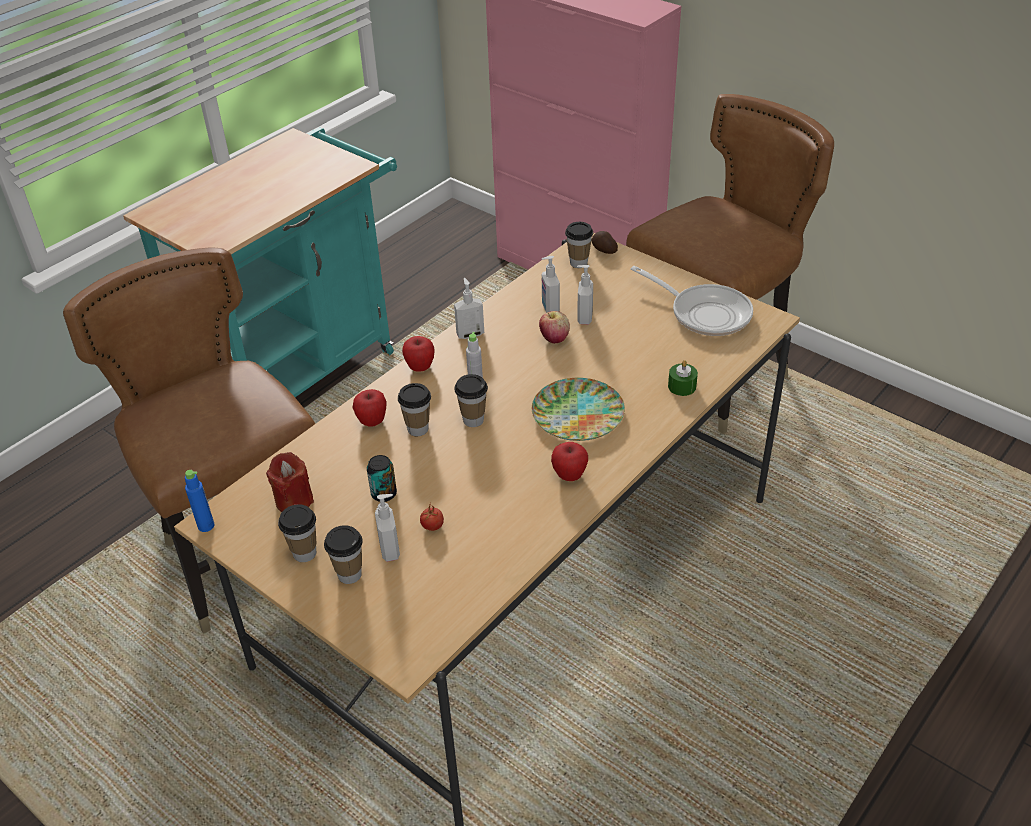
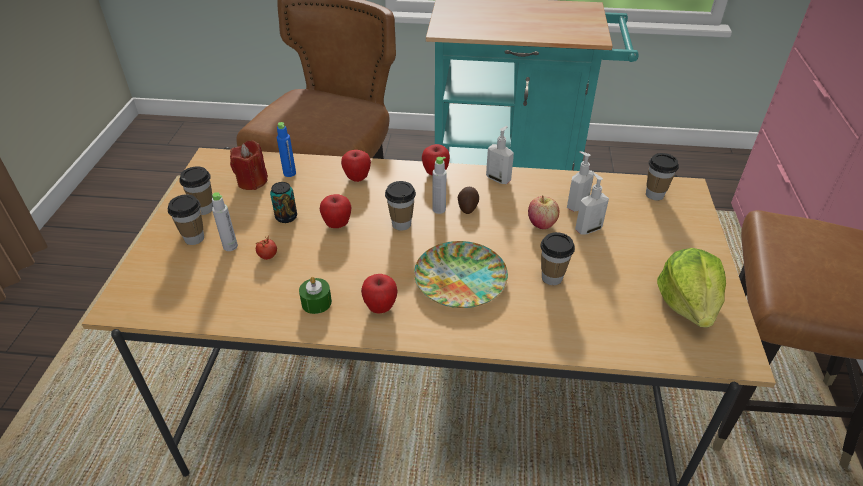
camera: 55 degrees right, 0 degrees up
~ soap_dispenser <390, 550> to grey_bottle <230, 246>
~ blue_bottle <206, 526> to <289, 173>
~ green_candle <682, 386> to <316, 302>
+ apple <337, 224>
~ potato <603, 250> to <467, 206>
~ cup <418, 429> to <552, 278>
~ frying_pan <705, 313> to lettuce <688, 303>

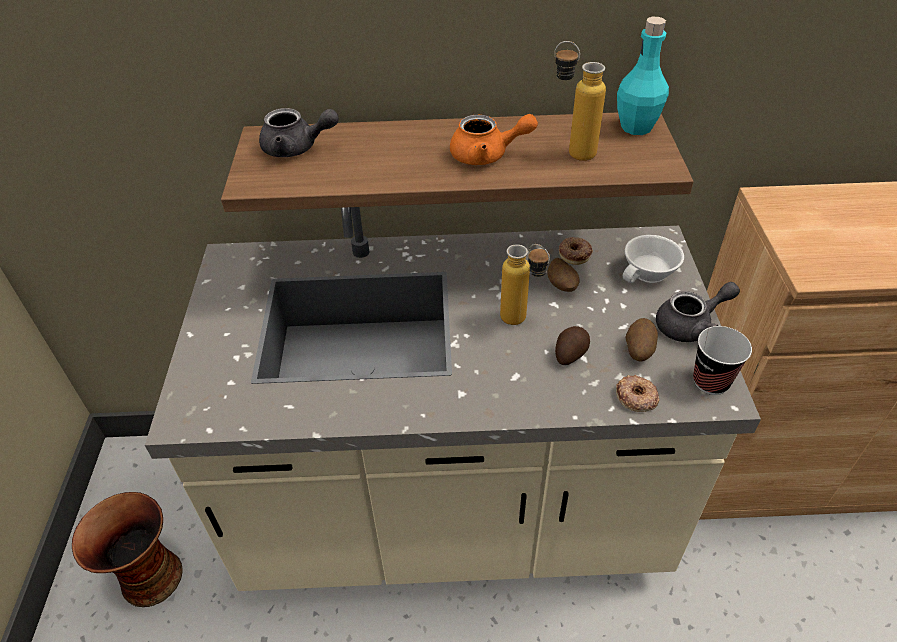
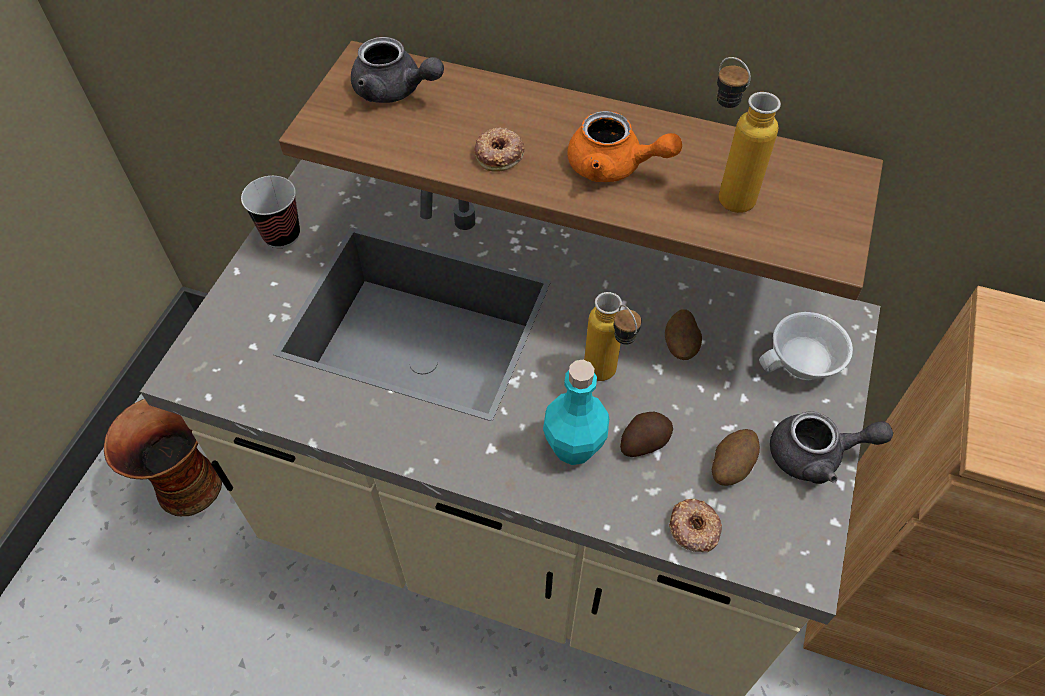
camera: 20 degrees right, 10 degrees up
~ cup <711, 381> to <281, 235>
~ donut <575, 253> to <499, 154>
~ turquoise_bottle <636, 127> to <573, 447>

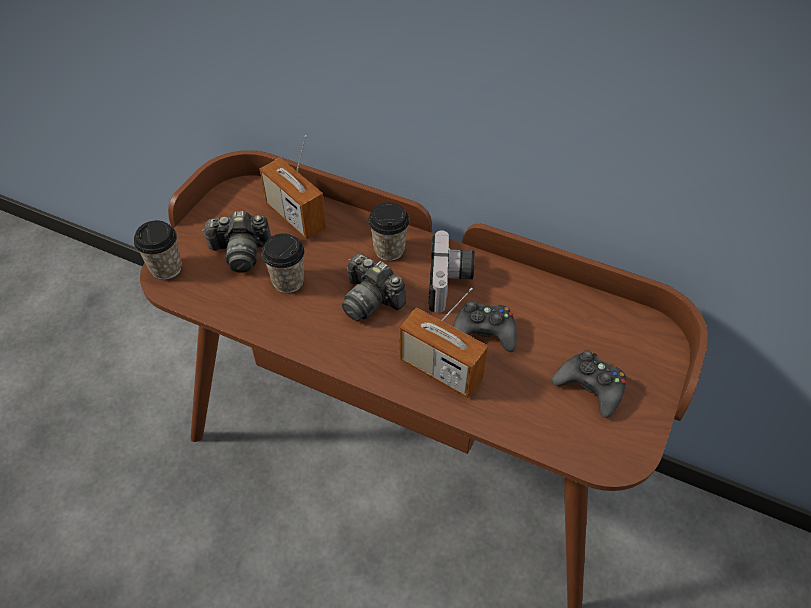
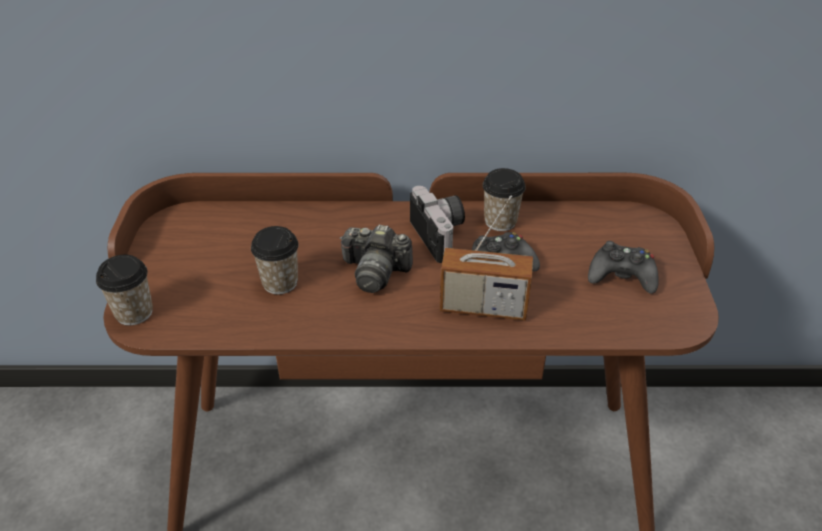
camera: 25 degrees left, 10 degrees down
~ cup <389, 250> to <500, 221>
- photo_camera <241, 252>
- radio <296, 217>

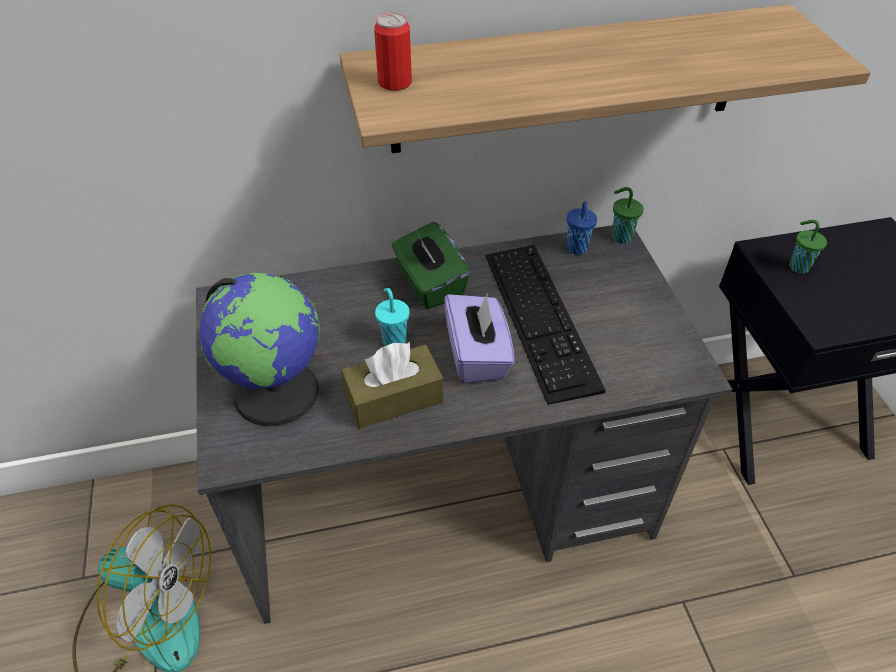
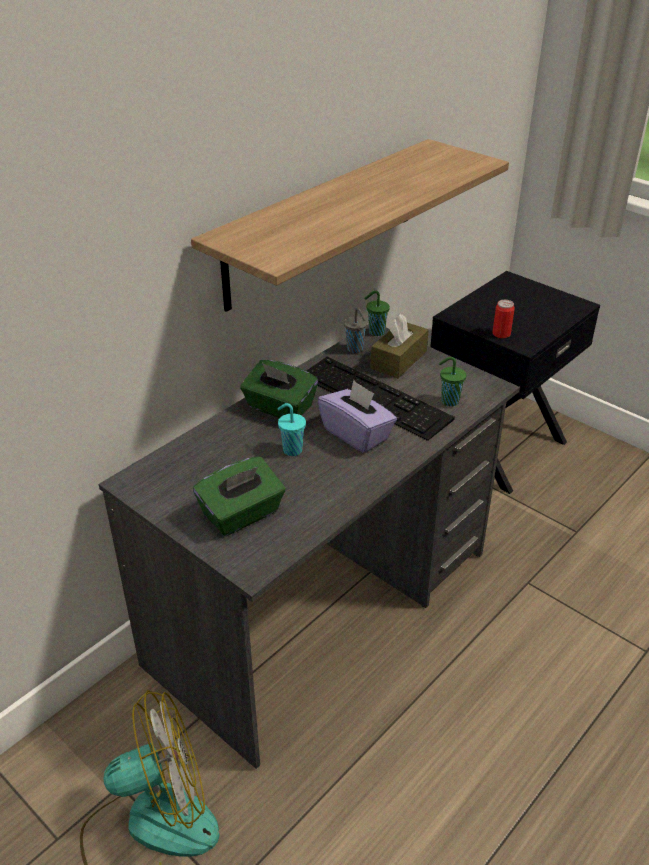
camera: 35 degrees left, 10 degrees down
~ globe <277, 390> to green_tissue_box <242, 514>
~ blue_cup <577, 249> to grey_cup <355, 349>
~ brown_tissue_box <394, 398> to <398, 360>
~ green_cup <797, 266> to <448, 401>
~ can <395, 82> to <501, 334>

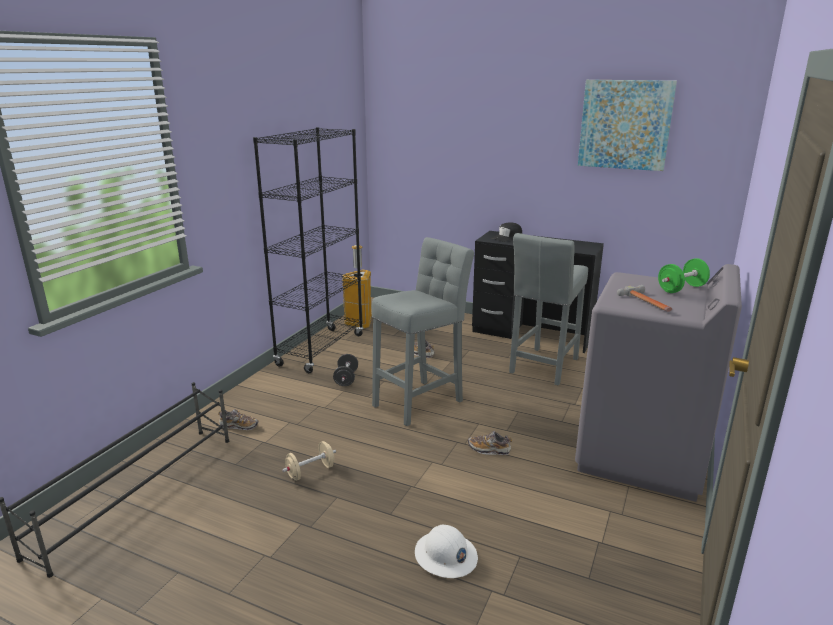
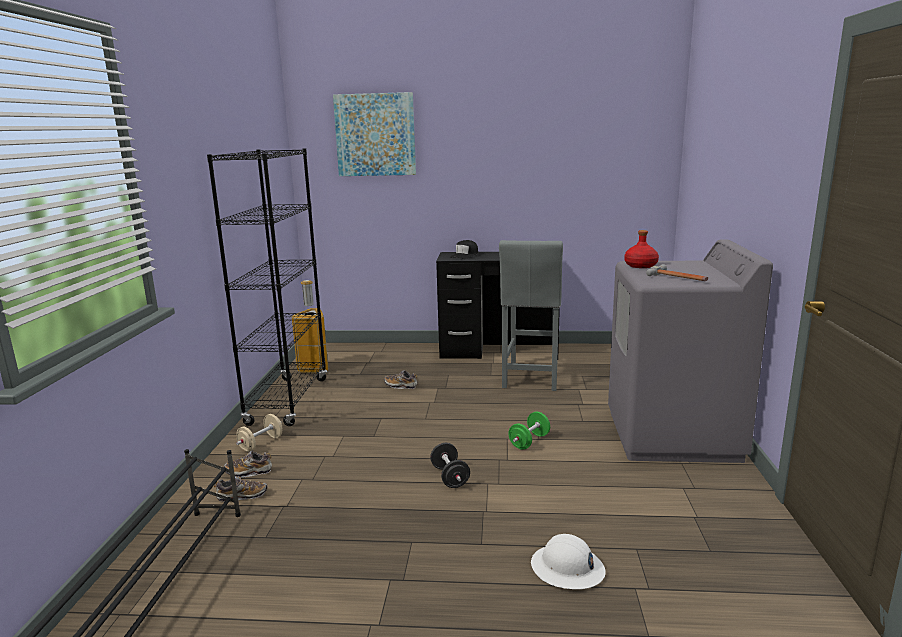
camera: 20 degrees left, 5 degrees down
~ shoe <489, 450> to <249, 472>
~ beige_dumbbell <310, 472> to <261, 444>
~ picture <625, 124> to <375, 135>
~ black_dumbbell <346, 379> to <450, 477>
~ green_dumbbell <681, 289> to <529, 441>
+ red_bottle <640, 265>
- grey_stool <421, 401>

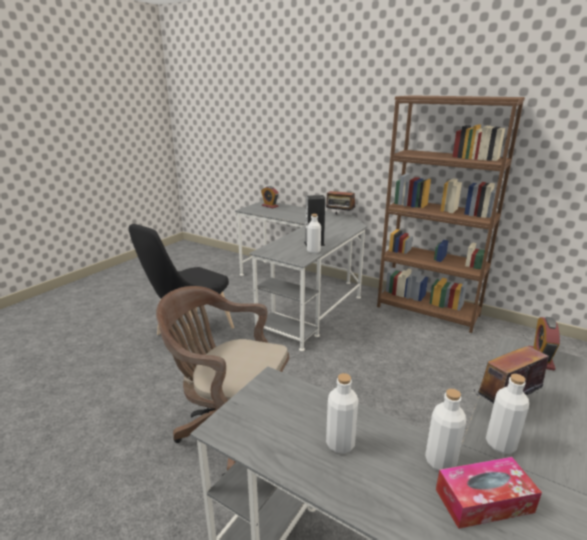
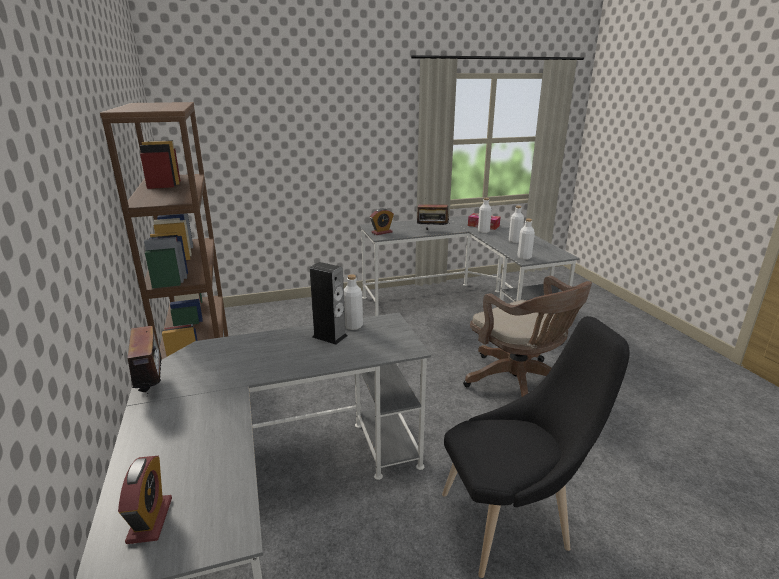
camera: 140 degrees left, 0 degrees up
~ white_bottle <500, 444> to <524, 257>

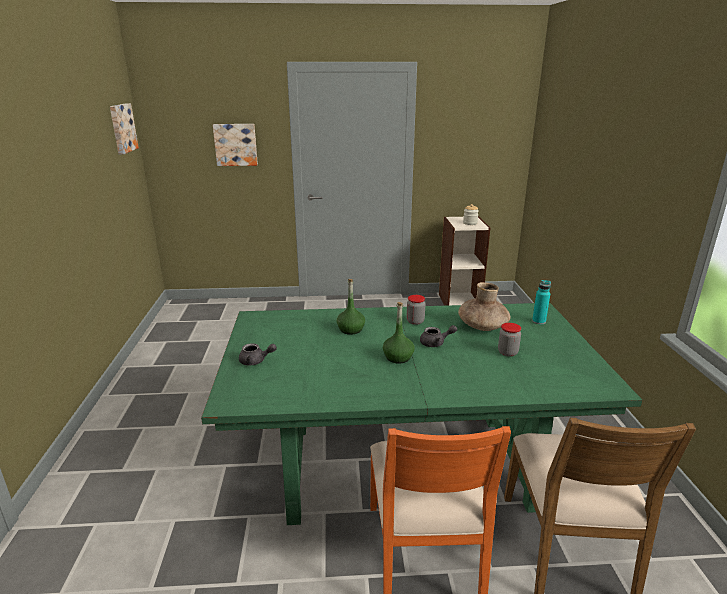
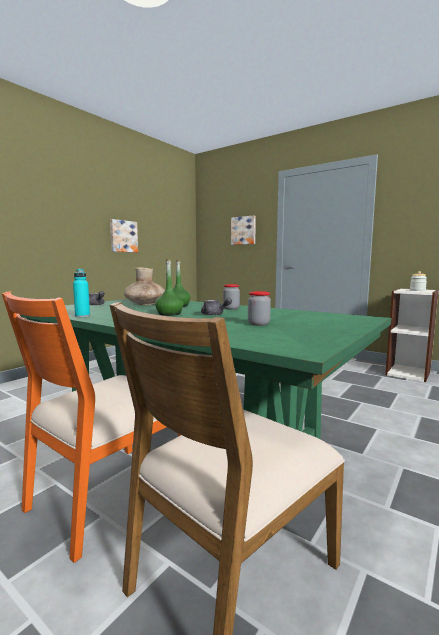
camera: 40 degrees right, 15 degrees down
~ turquoise_bottle <538, 321> to <82, 316>
~ picture <122, 128> to <123, 236>
~ brown_vase <482, 326> to <145, 304>

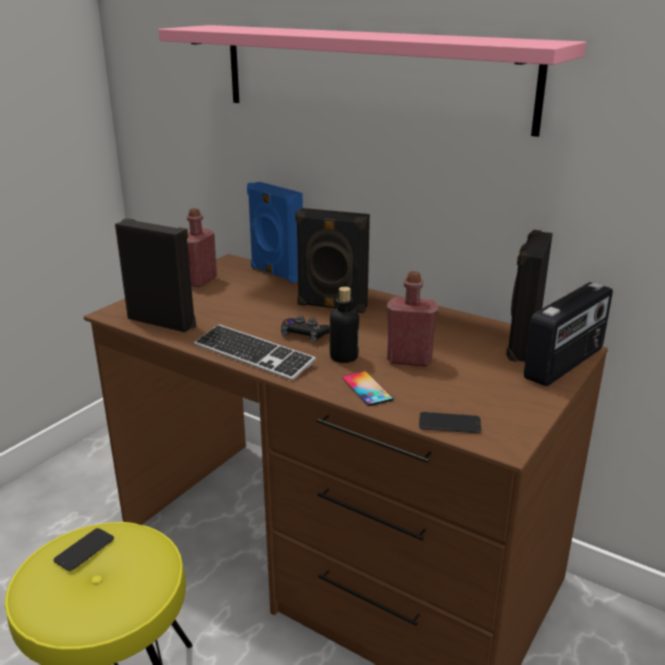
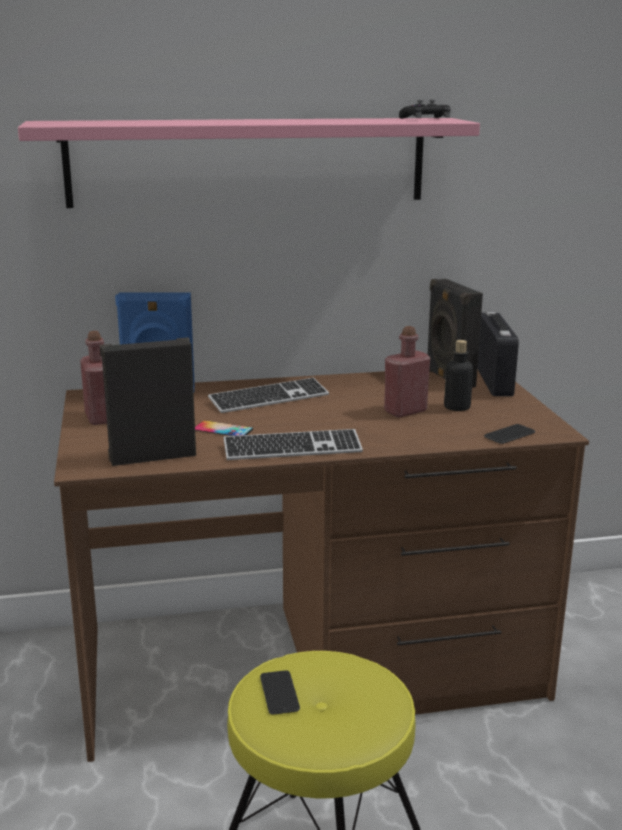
camera: 45 degrees left, 5 degrees down
~ phone <367, 389> to <223, 429>
~ black_speaker <331, 306> to keyboard <269, 398>
~ black_game_controller <305, 334> to <425, 119>
~ bottle <344, 357> to <457, 407>

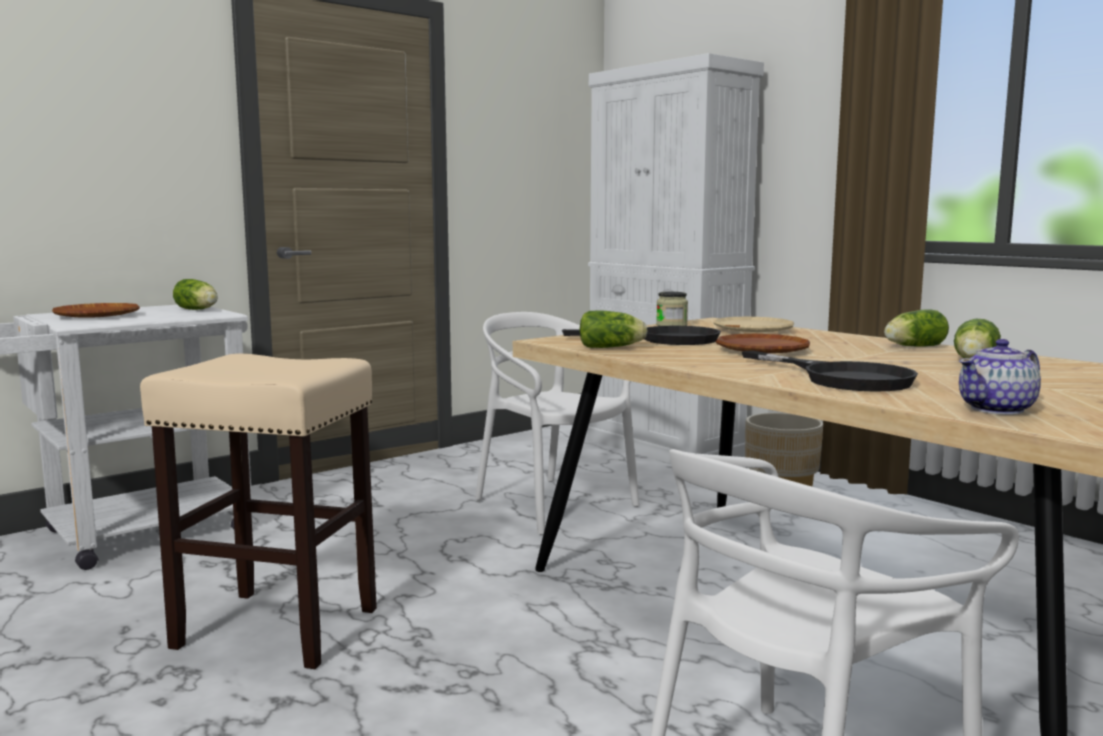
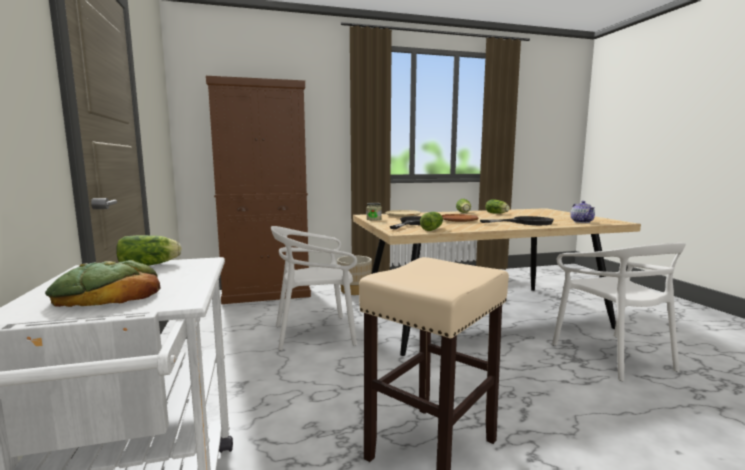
camera: 65 degrees left, 0 degrees up
~ brown_plate <97, 316> to bread <108, 294>
~ white_cabinet <664, 448> to brown_cabinet <267, 294>

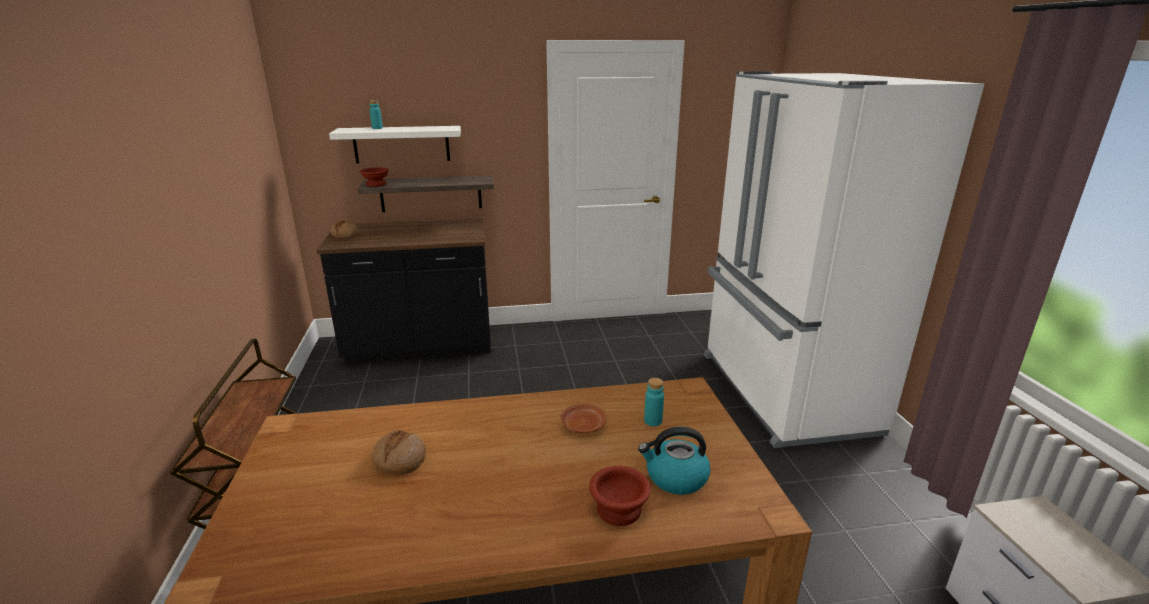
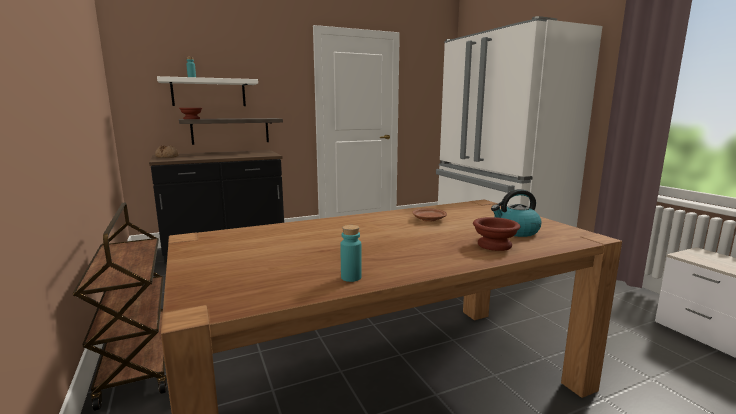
camera: 15 degrees left, 10 degrees down
~ turquoise_bottle <653, 421> to <351, 277>
- bread <399, 460>

